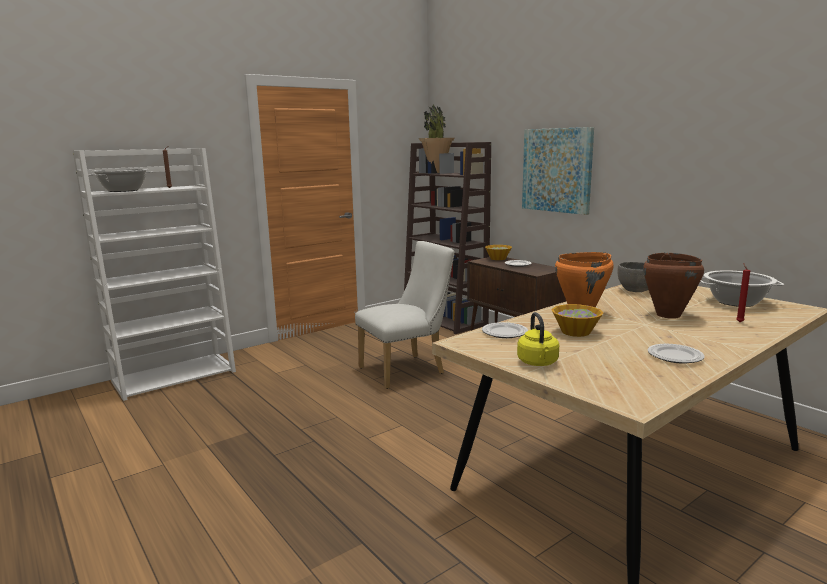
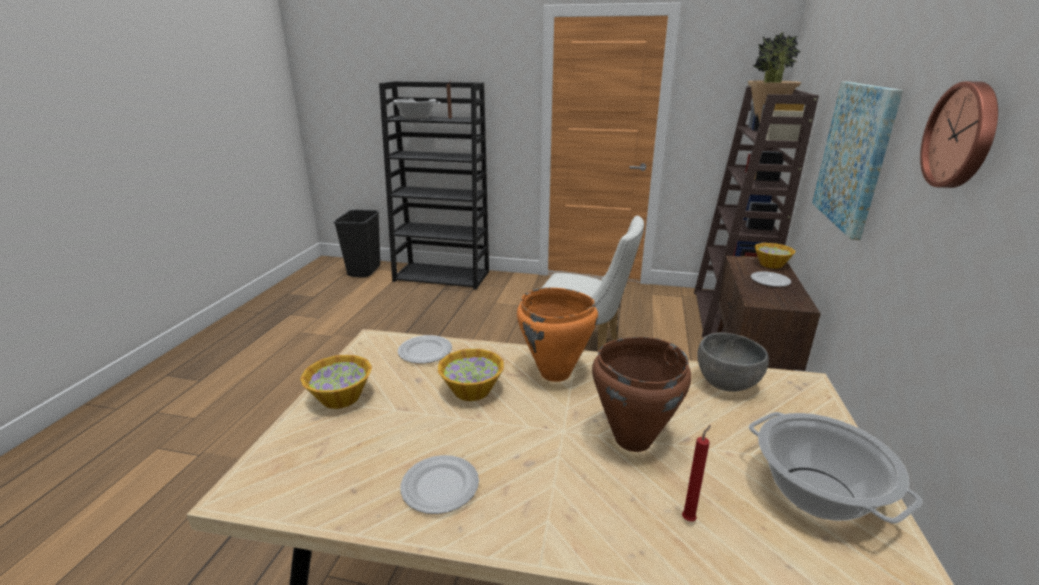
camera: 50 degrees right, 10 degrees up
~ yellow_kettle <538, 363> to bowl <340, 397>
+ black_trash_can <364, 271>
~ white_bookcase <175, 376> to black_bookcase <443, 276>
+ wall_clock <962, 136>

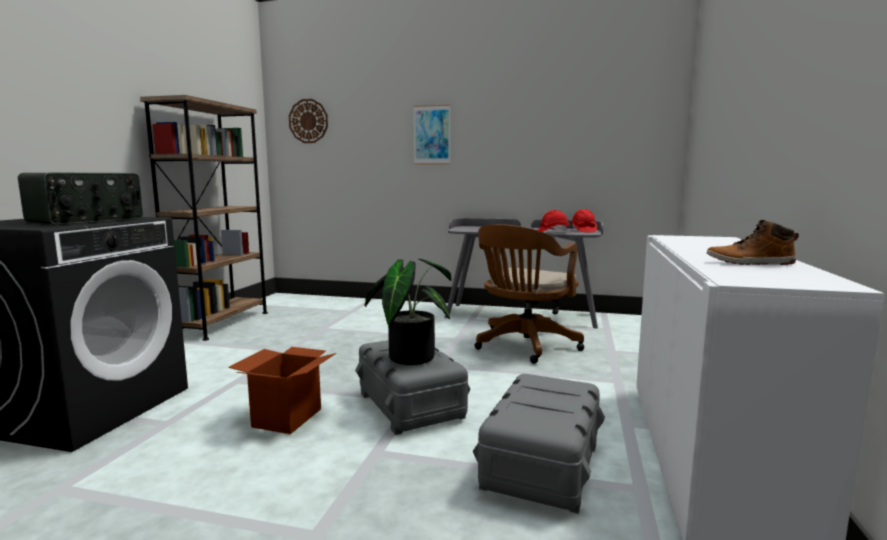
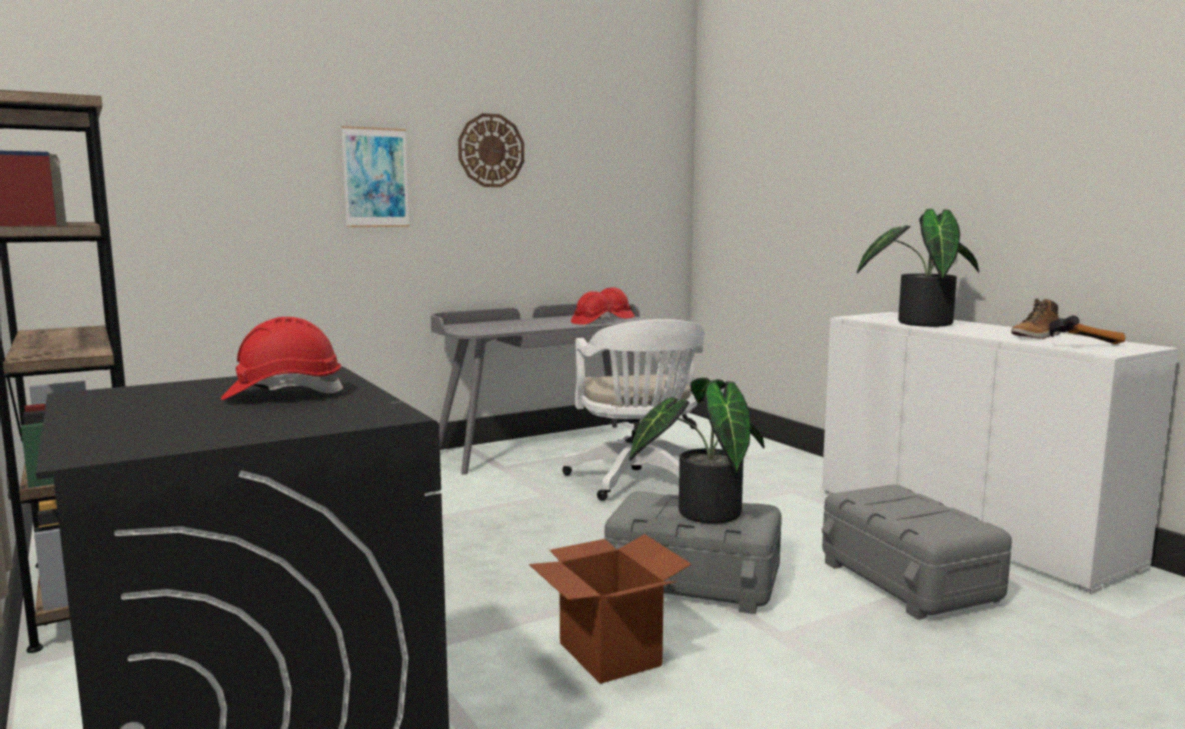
camera: 45 degrees left, 0 degrees up
~ radio <87, 220> to red_hard_hat <283, 394>
~ wall_clock <308, 121> to <491, 150>
~ brown_office_chair <524, 346> to white_office_chair <638, 482>
+ potted_plant <918, 323>
+ hammer <1082, 345>

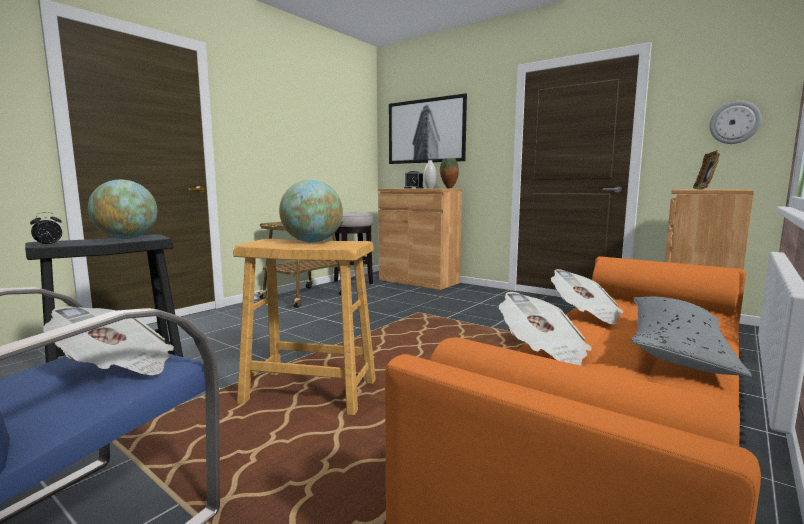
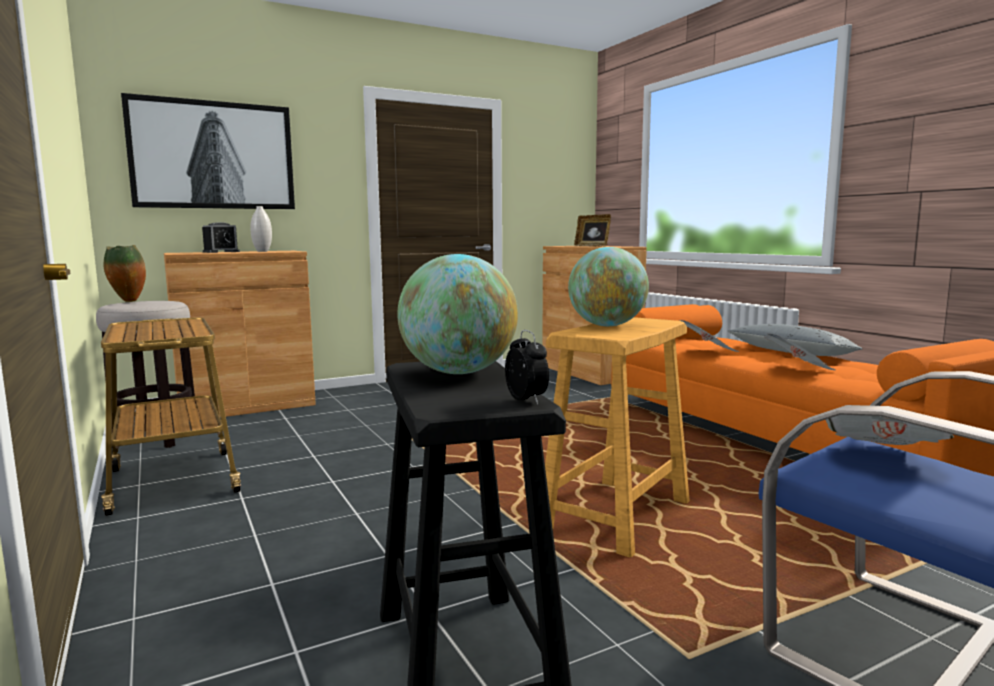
camera: 65 degrees left, 0 degrees up
~ vase <448, 188> to <128, 301>
- wall_clock <734, 122>

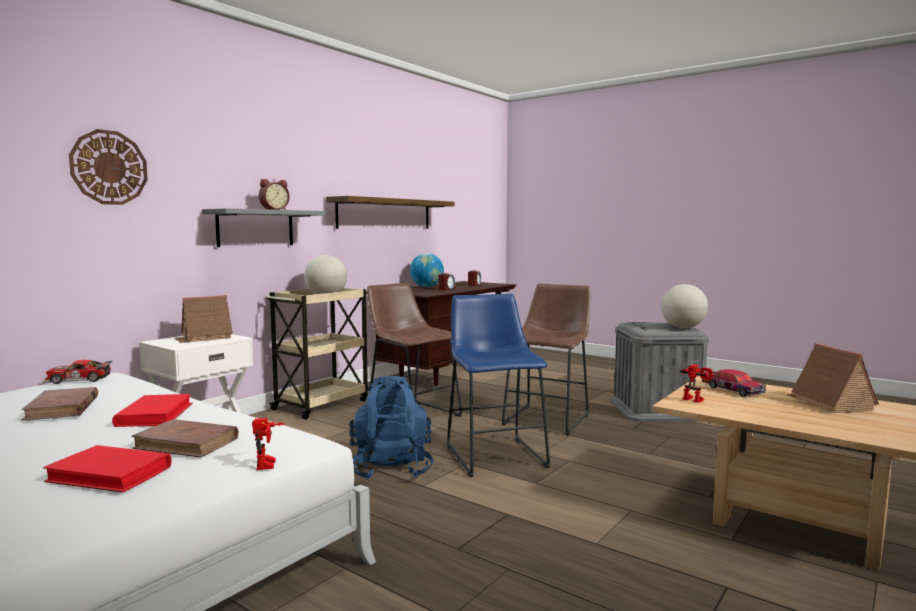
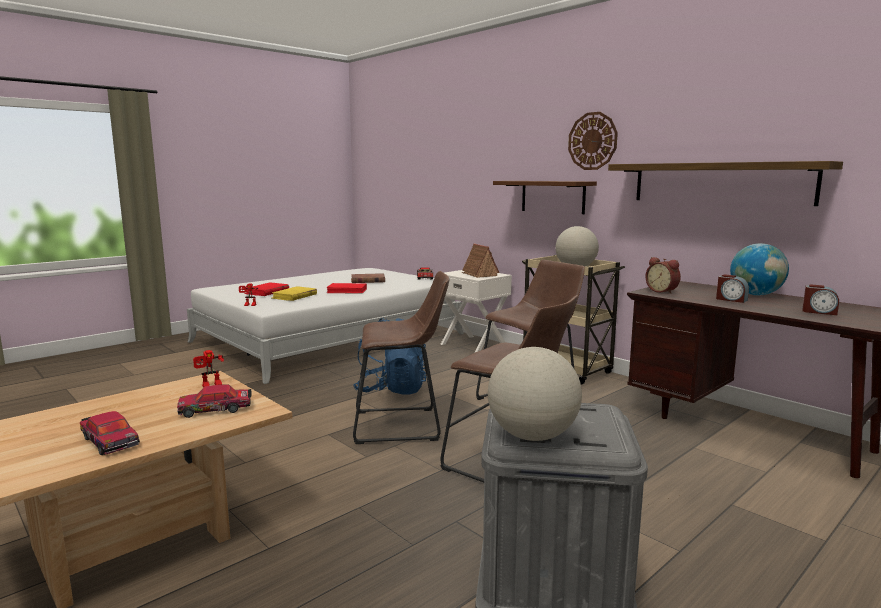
camera: 100 degrees right, 5 degrees up
~ toy_house <829, 403> to toy_car <110, 440>
~ brown_book <187, 443> to yellow_book <294, 296>
~ blue_stool <494, 454> to brown_stool <402, 425>
~ grey_shelf <255, 228> to brown_shelf <552, 196>
~ wall_clock <109, 167> to <592, 141>
~ alarm_clock <273, 209> to <662, 291>

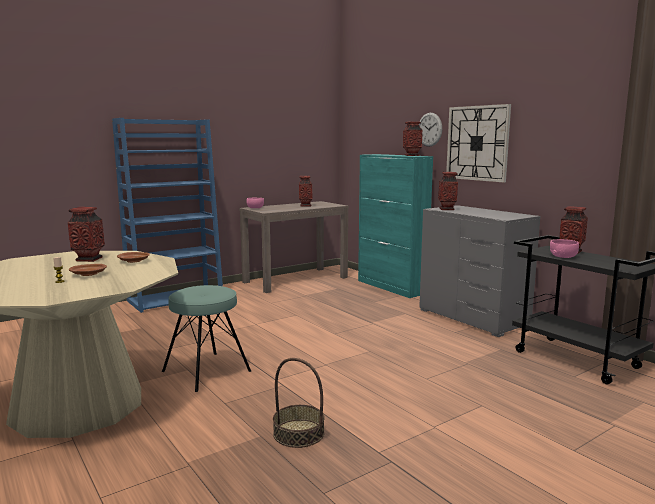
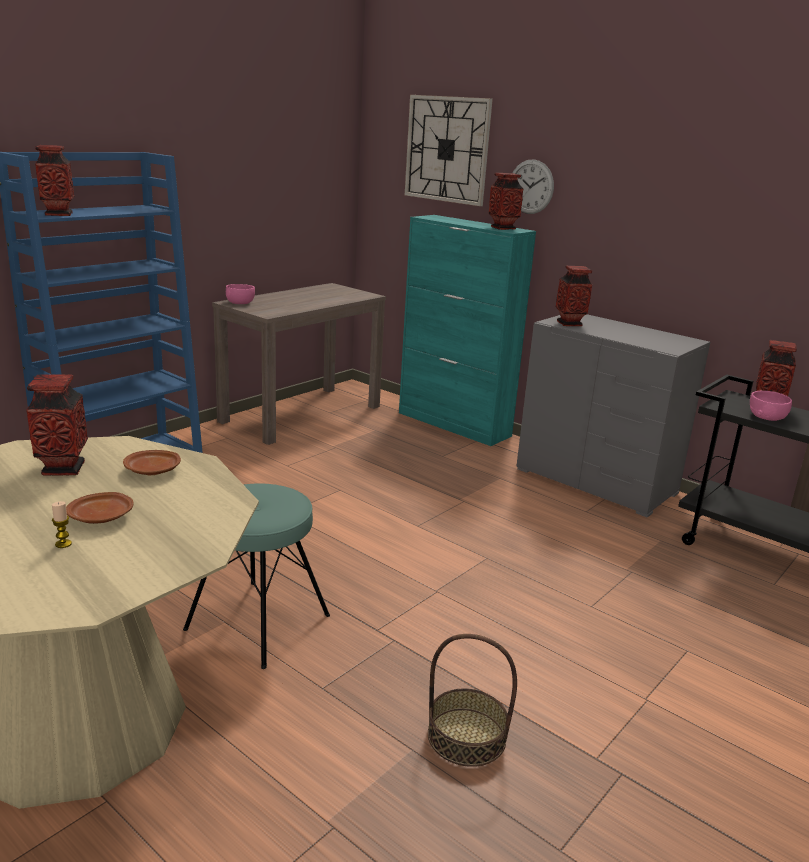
camera: 15 degrees left, 10 degrees up
~ vase <305, 205> to <58, 214>
~ wall_clock <477, 143> to <447, 149>

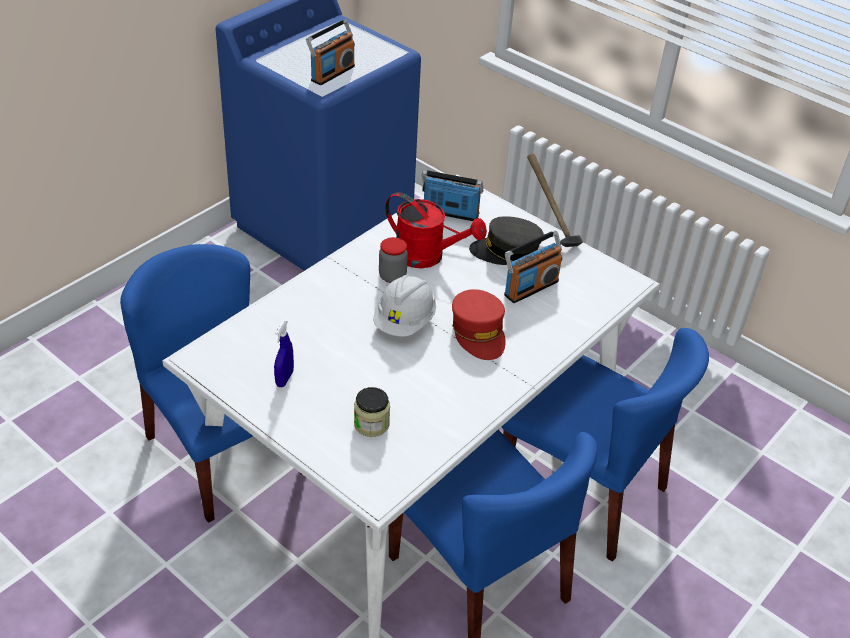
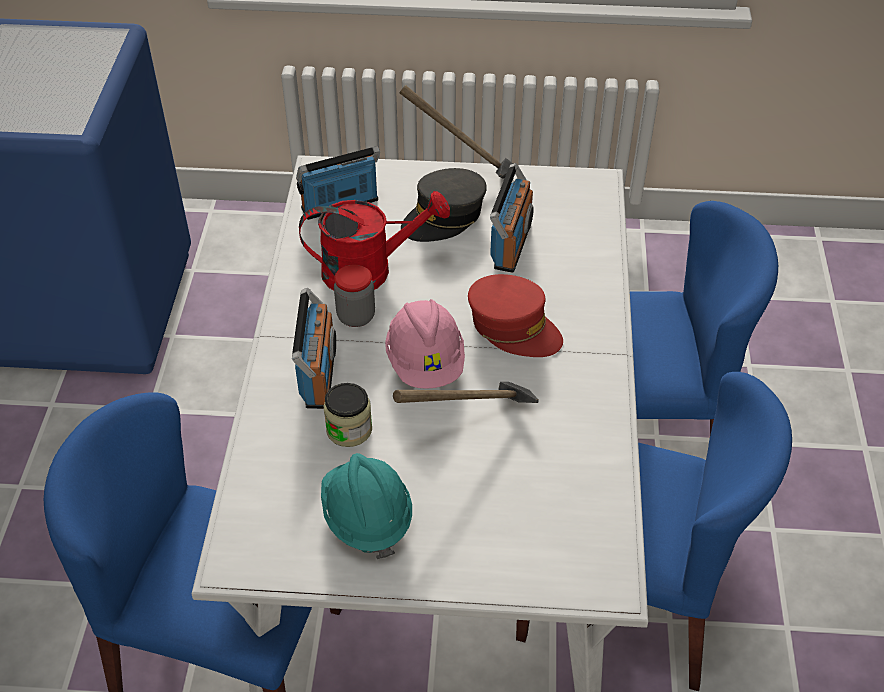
camera: 35 degrees left, 5 degrees up
~ radio <332, 73> to <319, 375>
~ blue_spray_bottle <284, 379> to turquoise_hard_hat <366, 517>
~ jar <371, 424> to <349, 429>
~ white_hard_hat <405, 322> to pink_hard_hat <426, 362>
+ hammer <470, 426>

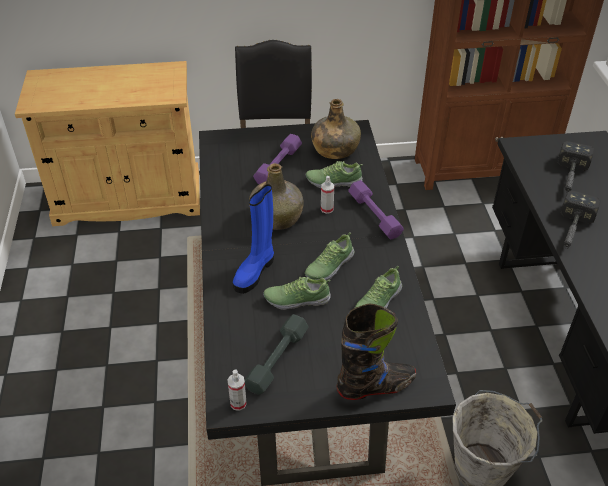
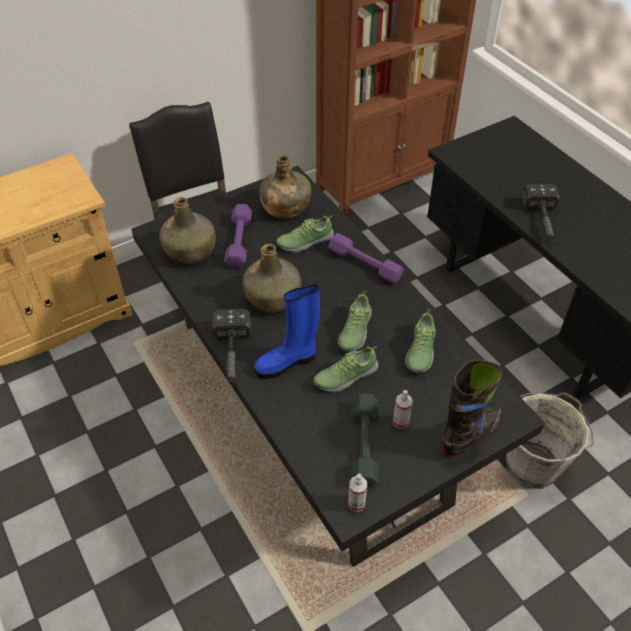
camera: 25 degrees left, 5 degrees up
+ green_bottle <190, 250>
~ hammer <569, 178> to <232, 356>
~ blue_boot <255, 271> = <287, 362> 60 degrees clockwise
~ spray_bottle <327, 209> to <400, 422>

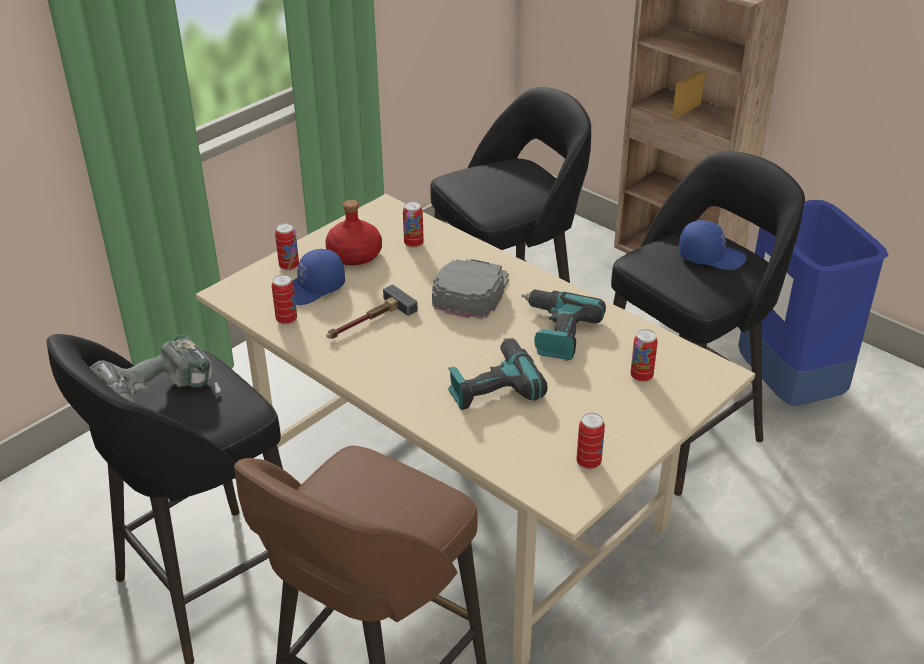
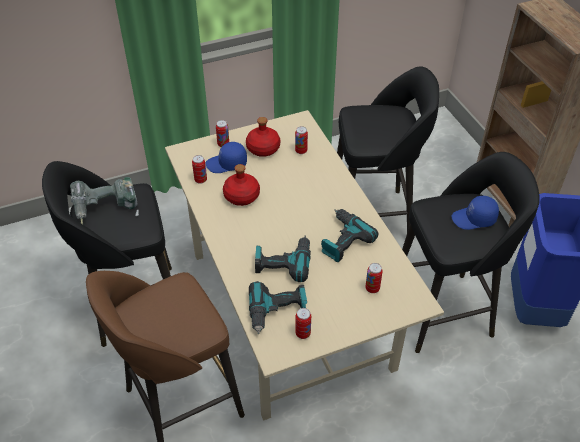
camera: 25 degrees right, 10 degrees up
~ hammer <367, 322> to red_bottle <242, 196>
+ power_drill <277, 312>
~ blue_cap <711, 256> = <474, 219> 135 degrees clockwise
- grey_cap <471, 291>

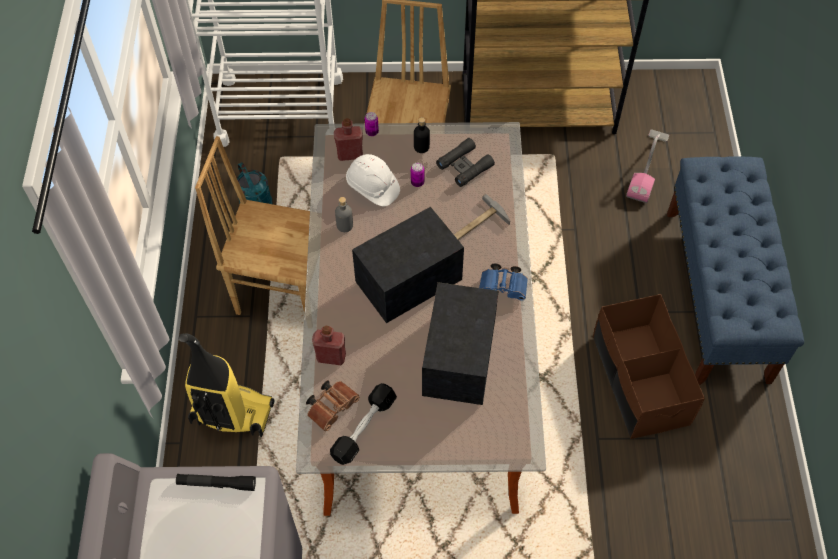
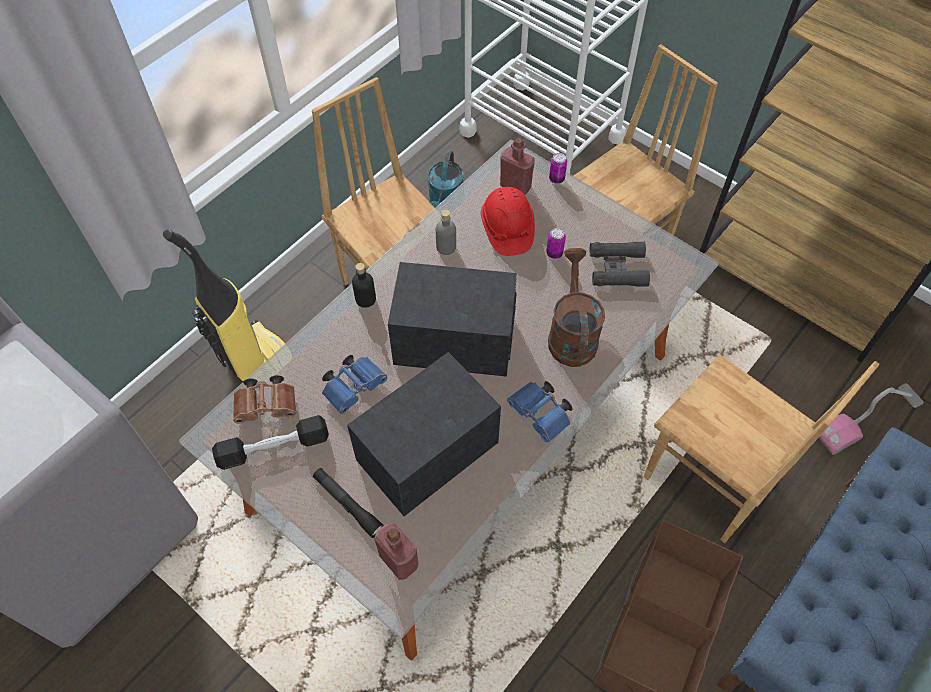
camera: 40 degrees right, 0 degrees up
~ black_flashlight <216, 484> to <348, 504>
+ blue_binoculars <355, 387>
~ black_bottle <421, 147> to <365, 299>
~ red_bottle <331, 357> to <399, 560>
~ white_hard_hat <372, 187> to red_hard_hat <507, 229>
~ hammer <475, 226> to brown_watering_can <571, 334>
+ brown_chair <708, 482>

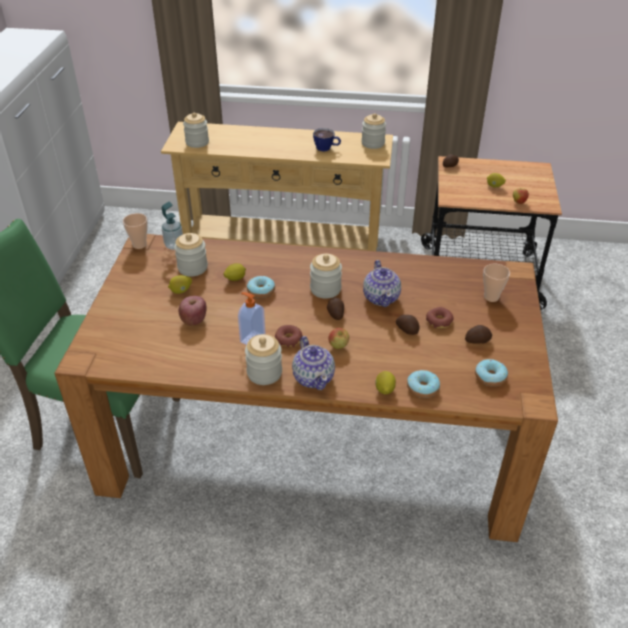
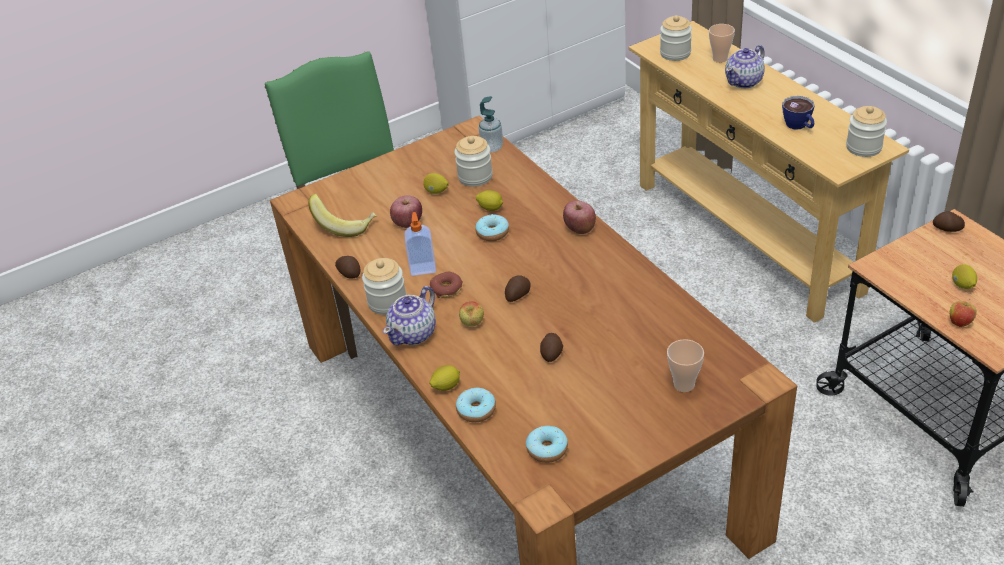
camera: 55 degrees right, 0 degrees up
+ banana <345, 225>
~ potato <477, 340> to <349, 273>
+ apple <579, 229>
~ cup <139, 245> to <720, 59>
~ teapot <381, 297> to <744, 81>
- jar <325, 289>
- donut <439, 321>

